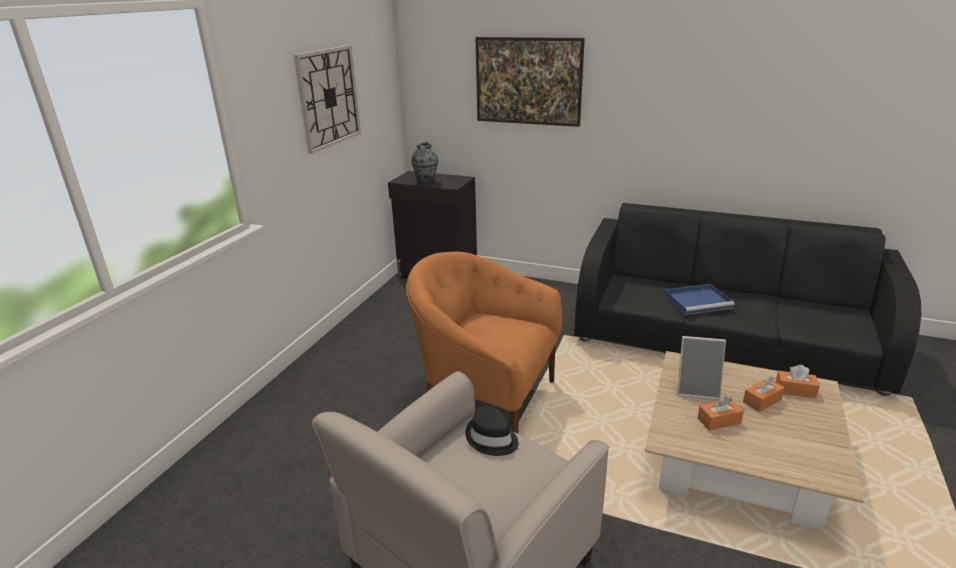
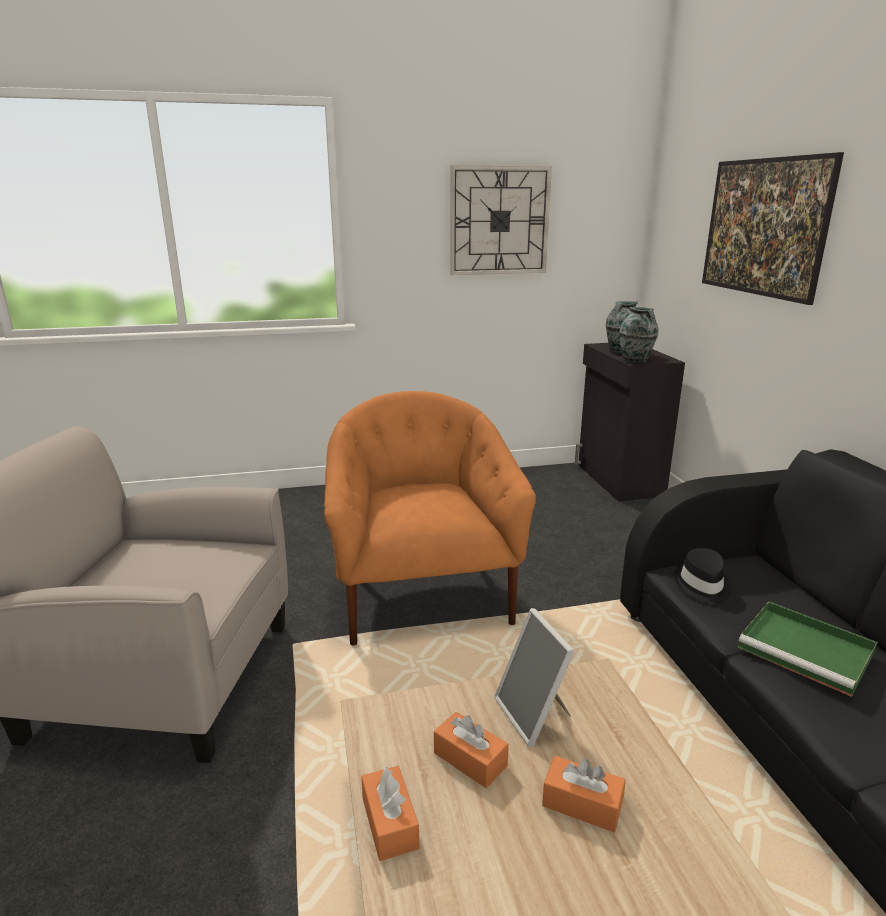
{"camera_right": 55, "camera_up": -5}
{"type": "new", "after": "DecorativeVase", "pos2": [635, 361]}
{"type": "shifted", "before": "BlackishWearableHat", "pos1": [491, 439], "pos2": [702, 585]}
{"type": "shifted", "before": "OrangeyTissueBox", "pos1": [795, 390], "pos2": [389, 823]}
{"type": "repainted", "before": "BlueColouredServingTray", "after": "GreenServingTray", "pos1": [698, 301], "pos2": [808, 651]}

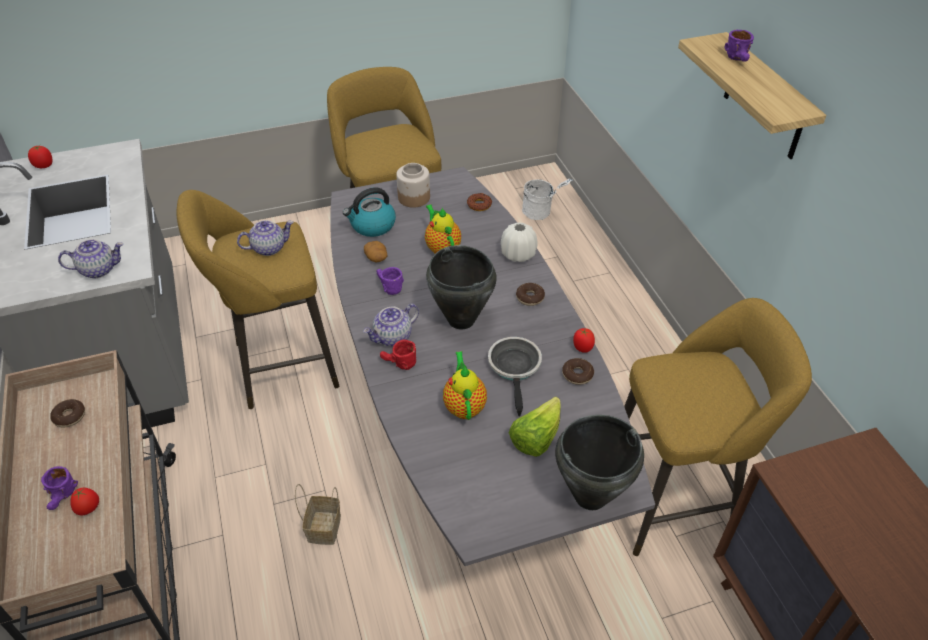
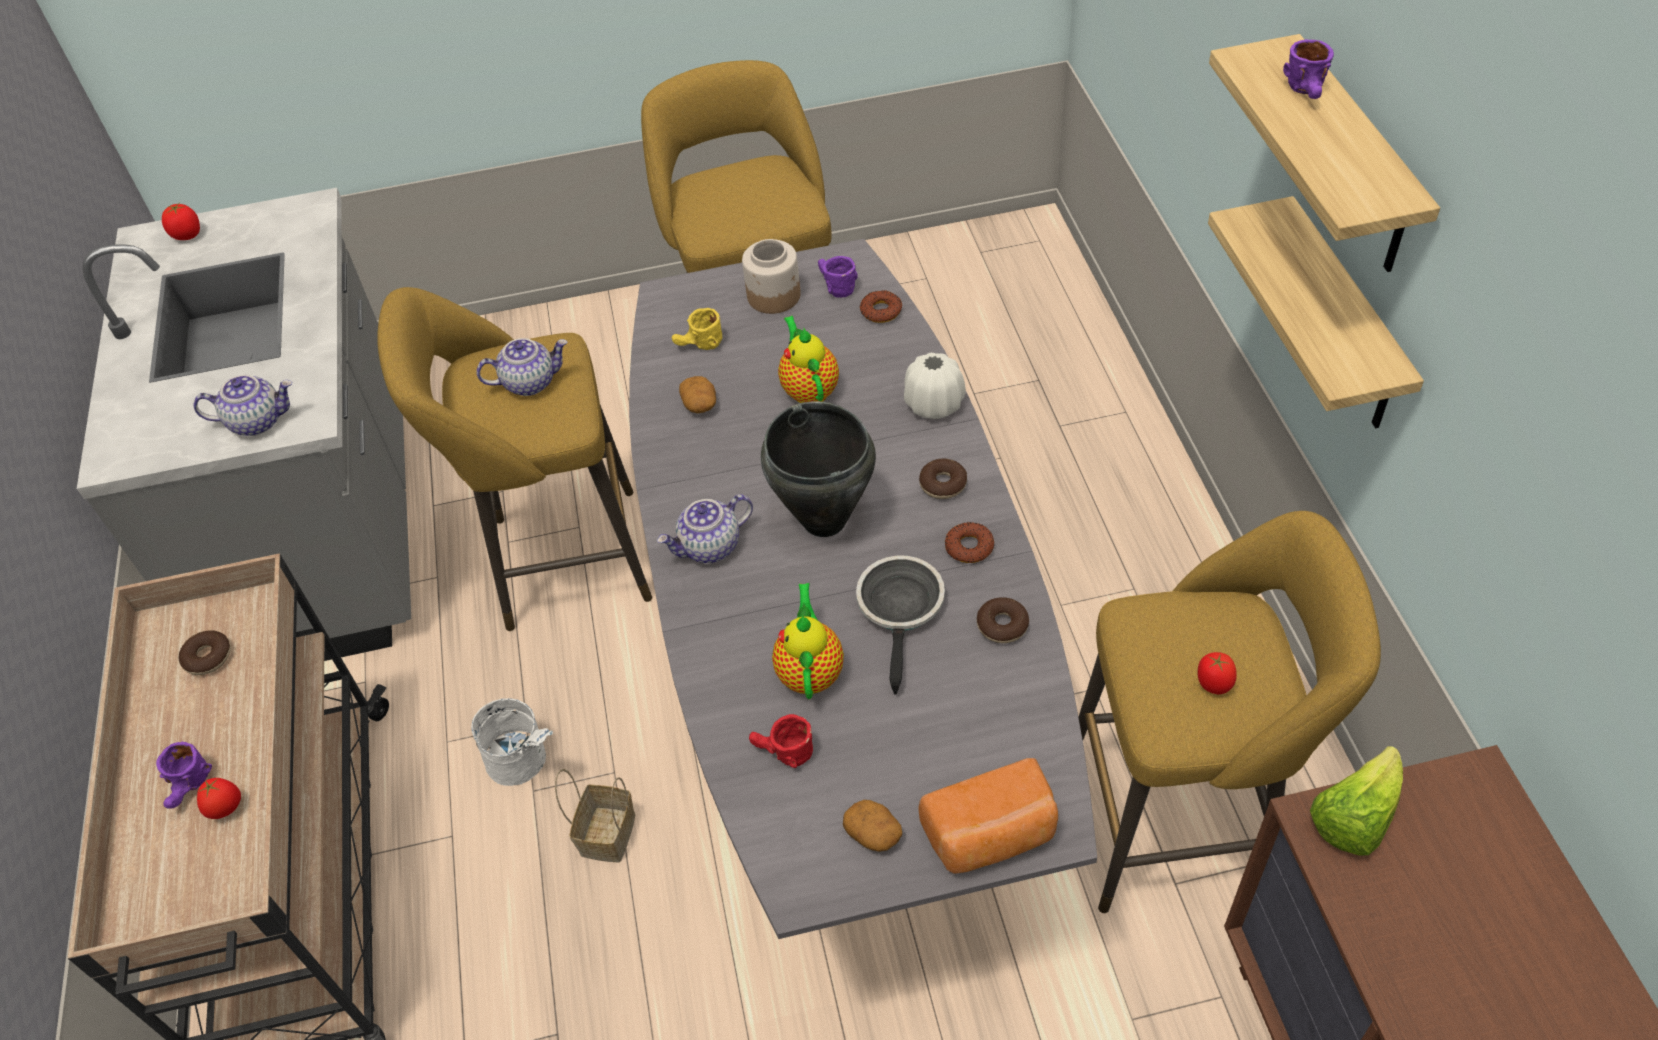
{"camera_right": 10, "camera_up": 5}
{"type": "new", "after": "Potato", "pos2": [874, 833]}
{"type": "new", "after": "Doughnut", "pos2": [969, 547]}
{"type": "new", "after": "BracketShelf", "pos2": [1343, 321]}
{"type": "shifted", "before": "PurplishTeaMug", "pos1": [387, 287], "pos2": [834, 286]}
{"type": "shifted", "before": "RedColouredTeaMug", "pos1": [398, 364], "pos2": [782, 754]}
{"type": "shifted", "before": "HeadOfLettuce", "pos1": [536, 438], "pos2": [1353, 818]}
{"type": "shifted", "before": "WhitishBucket", "pos1": [541, 213], "pos2": [525, 764]}
{"type": "shifted", "before": "FreshTomato", "pos1": [582, 348], "pos2": [1213, 684]}
{"type": "swapped", "before": "TeaKettle", "after": "YellowishTeaMug", "pos1": [372, 226], "pos2": [699, 346]}
{"type": "swapped", "before": "BlackishSaucepot", "after": "BakedBread", "pos1": [589, 496], "pos2": [991, 836]}

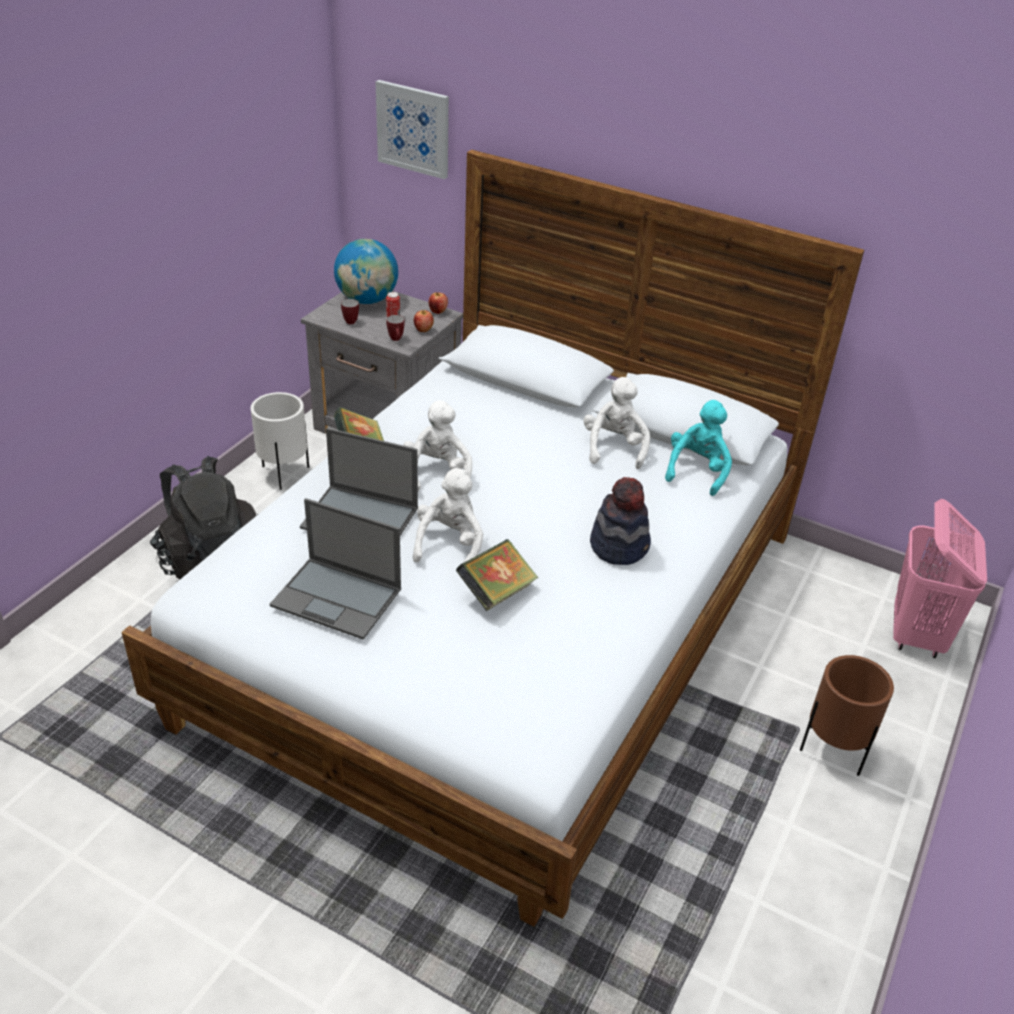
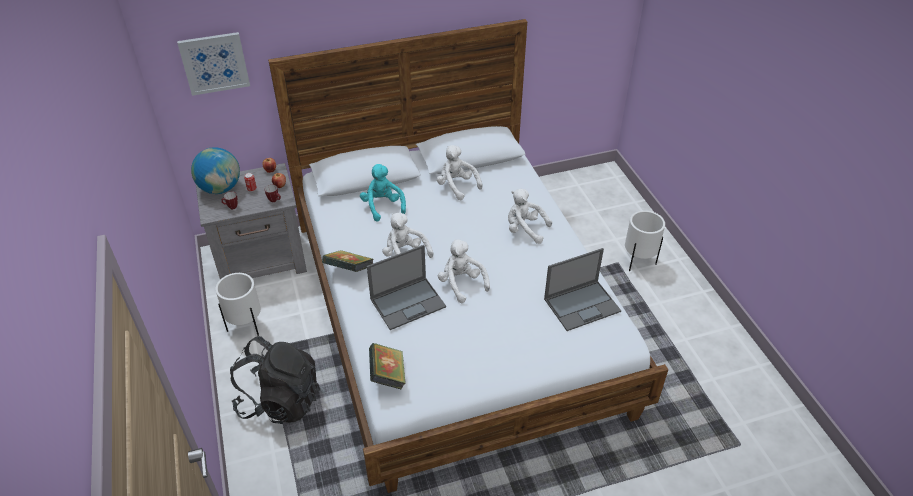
{"camera_right": -45, "camera_up": 5}
{"type": "gone", "before": "PinkColouredLaundryBasket", "pos1": [916, 635]}
{"type": "shifted", "before": "NotebookComputer", "pos1": [338, 598], "pos2": [582, 305]}
{"type": "shifted", "before": "Book", "pos1": [496, 592], "pos2": [388, 375]}
{"type": "shifted", "before": "TurquoiseSoftToy", "pos1": [697, 471], "pos2": [383, 206]}
{"type": "swapped", "before": "WearableHat", "after": "WhitishSoftToy", "pos1": [619, 545], "pos2": [524, 230]}
{"type": "repainted", "before": "BrownishFlowerPot", "after": "WhitishFlowerPot", "pos1": [833, 752], "pos2": [638, 262]}

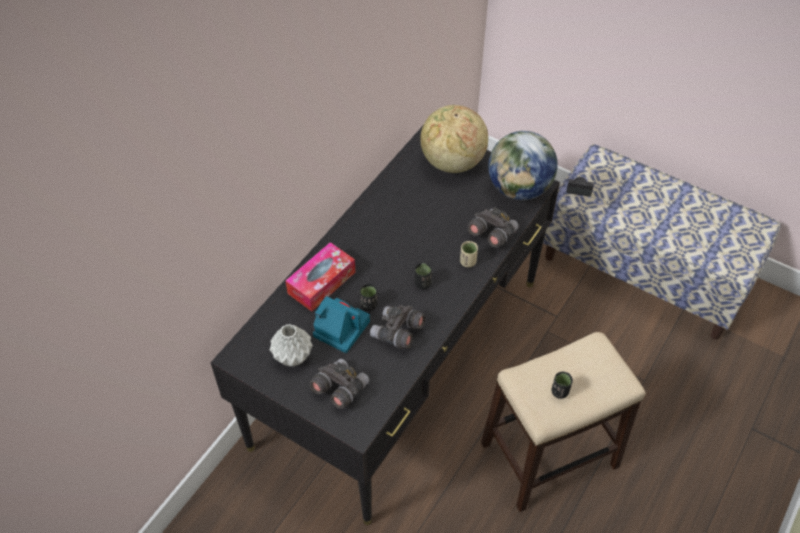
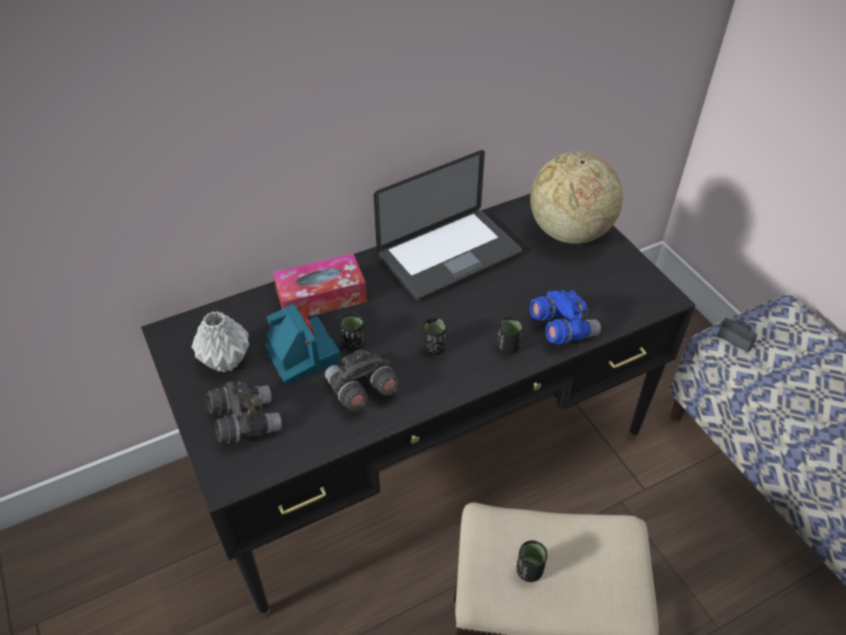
{"camera_right": 30, "camera_up": -5}
{"type": "gone", "before": "Globe", "pos1": [519, 189]}
{"type": "new", "after": "NotebookComputer", "pos2": [449, 255]}
{"type": "repainted", "before": "BeigeCup", "after": "BlackishCup", "pos1": [468, 262], "pos2": [508, 347]}
{"type": "repainted", "before": "GreyishPairOfBinoculars", "after": "BlueColouredPairOfBinoculars", "pos1": [491, 234], "pos2": [562, 328]}

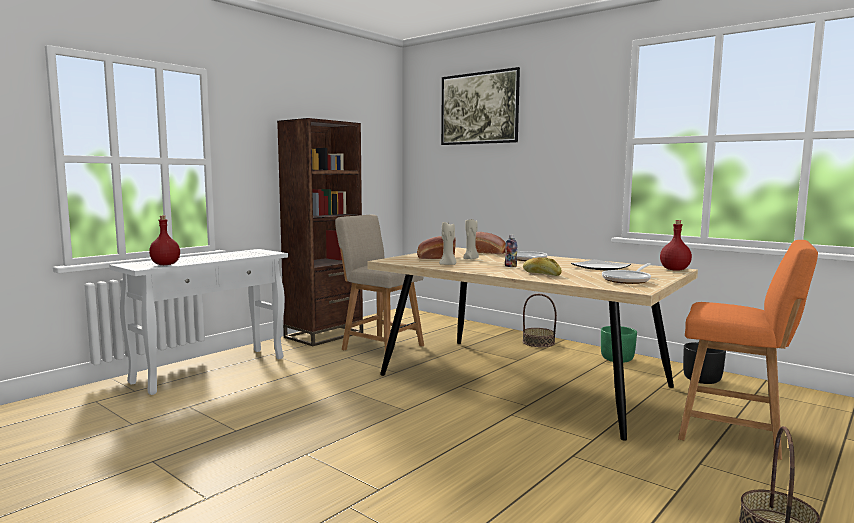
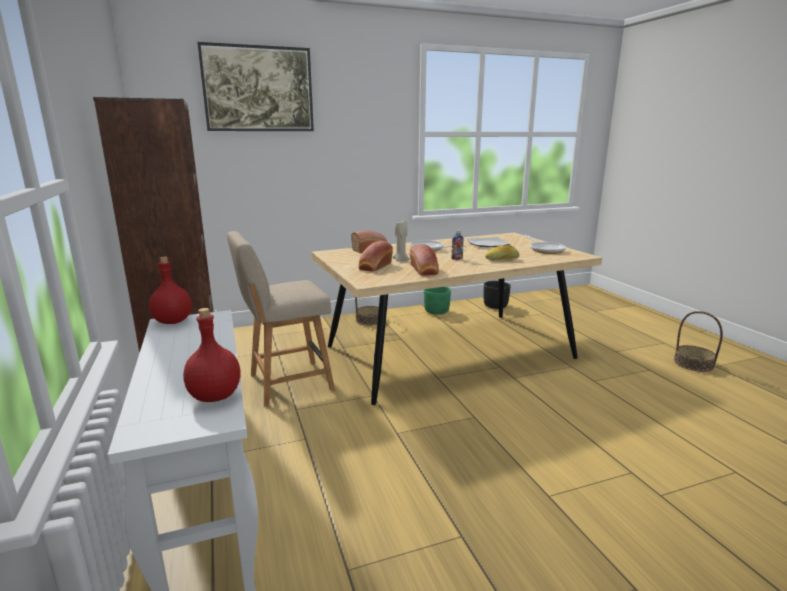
{"camera_right": -60, "camera_up": 10}
{"type": "gone", "before": "OrangeyChair", "pos1": [736, 433]}
{"type": "shifted", "before": "RedColouredDrinkBottle", "pos1": [675, 270], "pos2": [173, 321]}
{"type": "swapped", "before": "BeigeCandle", "after": "BakedBread", "pos1": [448, 264], "pos2": [424, 270]}

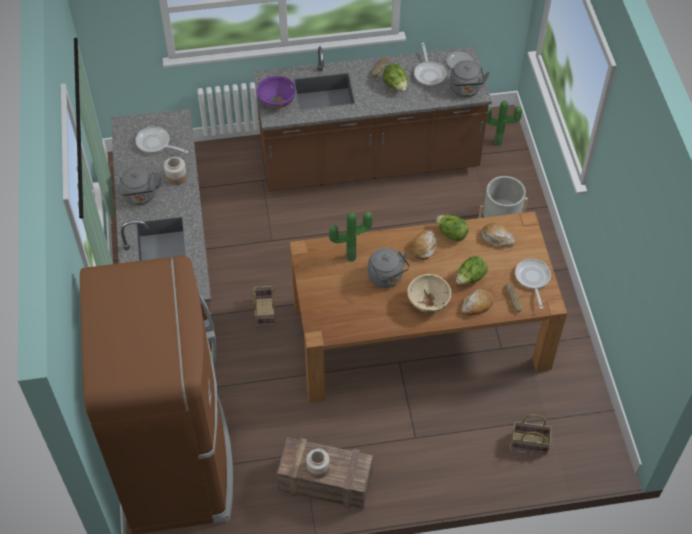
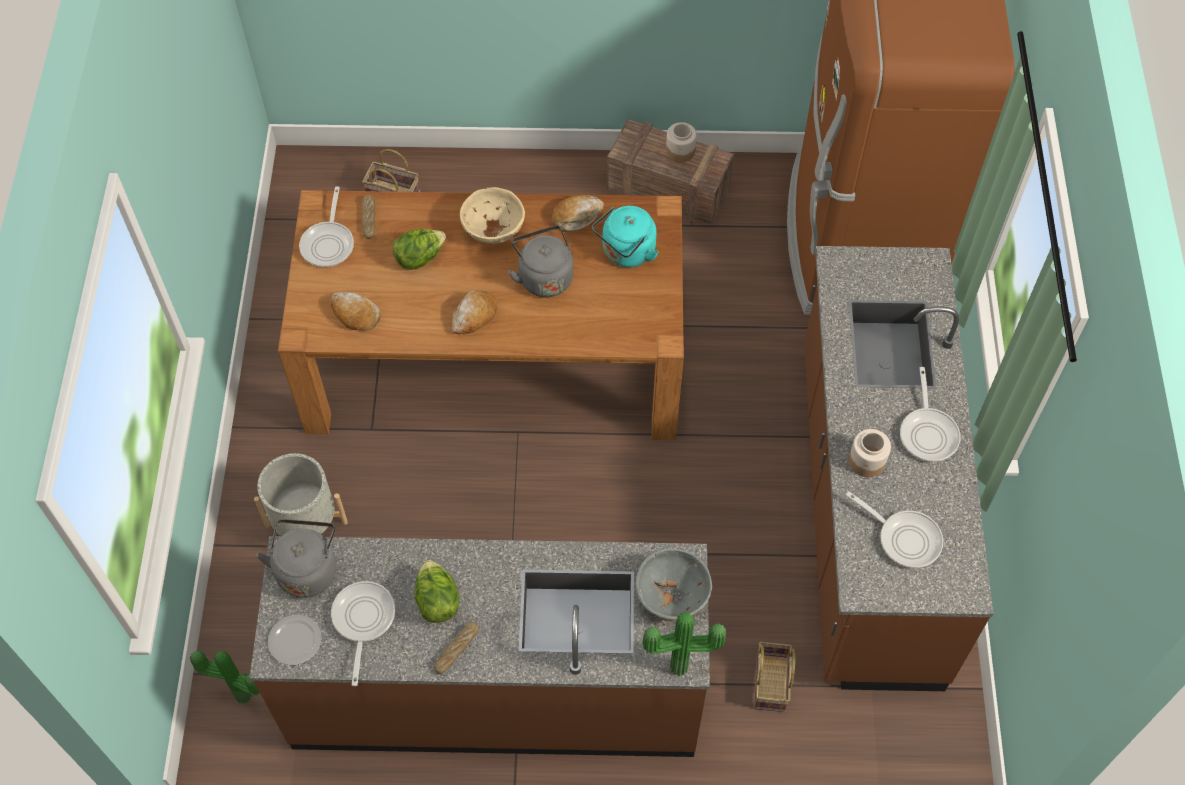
{"camera_right": -170, "camera_up": 5}
{"type": "gone", "before": "HeadOfLettuce", "pos1": [451, 234]}
{"type": "new", "after": "TurquoiseTeaKettle", "pos2": [626, 253]}
{"type": "shifted", "before": "HouseholdBasket", "pos1": [264, 311], "pos2": [772, 685]}
{"type": "shifted", "before": "Houseplant", "pos1": [350, 256], "pos2": [680, 670]}
{"type": "shifted", "before": "BakedBread", "pos1": [477, 305], "pos2": [577, 216]}
{"type": "swapped", "before": "GreyishTeaKettle", "after": "FryingPan", "pos1": [140, 196], "pos2": [928, 432]}
{"type": "repainted", "before": "PurplishServingBowl", "after": "GreyishServingBowl", "pos1": [277, 102], "pos2": [672, 597]}

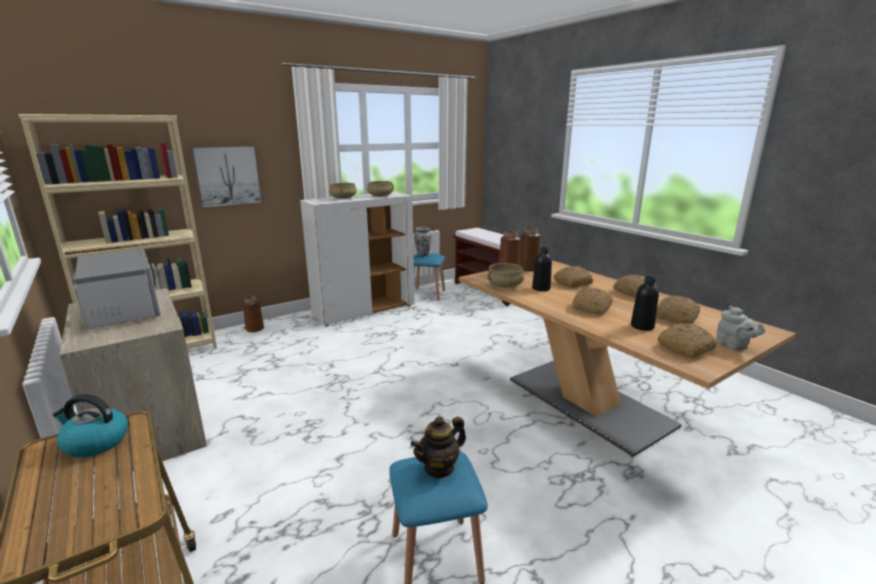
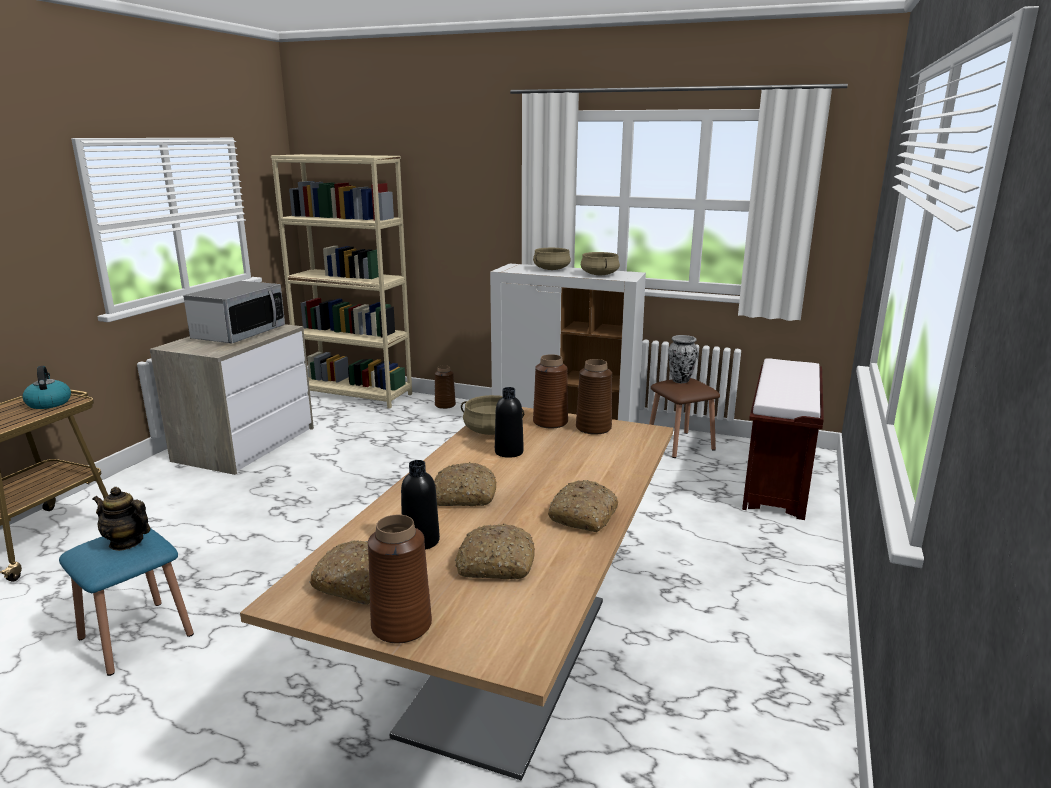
{"camera_right": 55, "camera_up": 0}
{"type": "gone", "before": "WallPicture", "pos1": [228, 176]}
{"type": "gone", "before": "BakedBread", "pos1": [573, 283]}
{"type": "swapped", "before": "GreyishTeapot", "after": "BrownishDecorativeVase", "pos1": [733, 346], "pos2": [402, 625]}
{"type": "repainted", "before": "BlueColouredStoolSeat", "after": "BrownishStoolSeat", "pos1": [427, 293], "pos2": [680, 444]}

